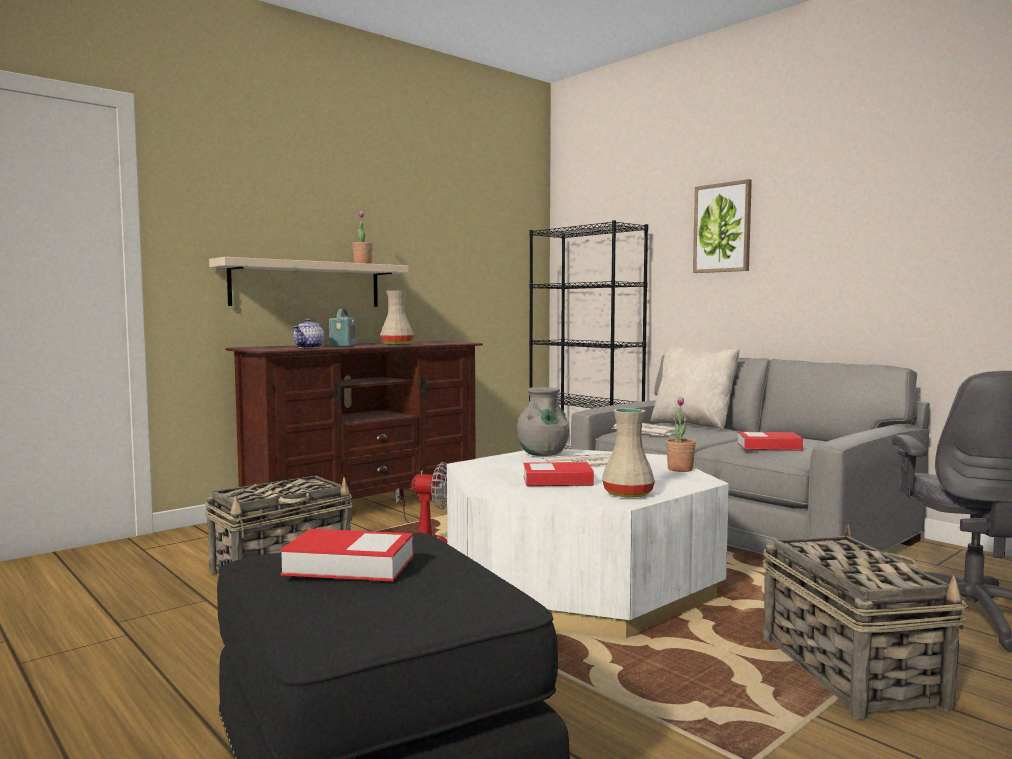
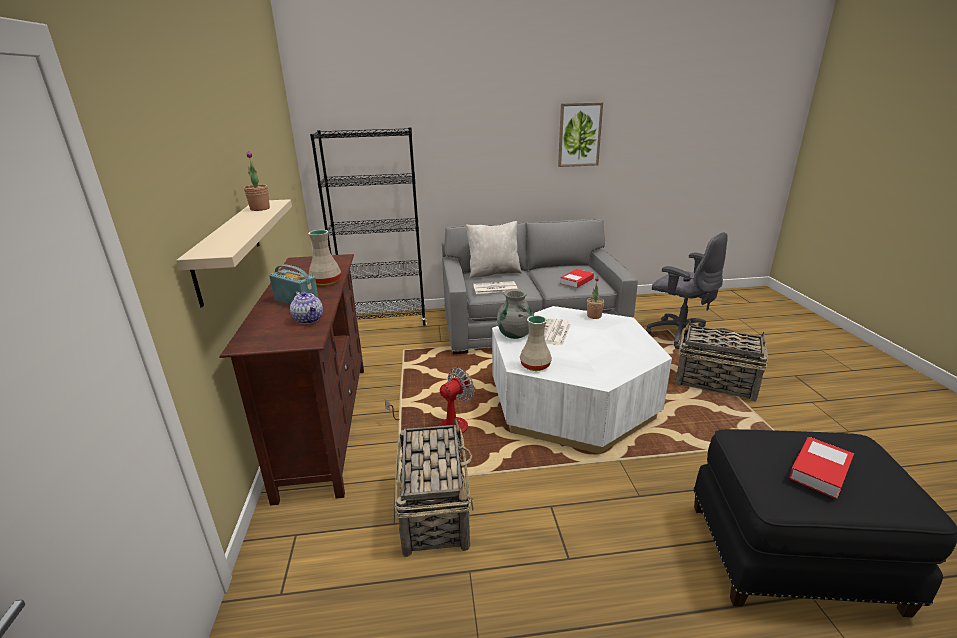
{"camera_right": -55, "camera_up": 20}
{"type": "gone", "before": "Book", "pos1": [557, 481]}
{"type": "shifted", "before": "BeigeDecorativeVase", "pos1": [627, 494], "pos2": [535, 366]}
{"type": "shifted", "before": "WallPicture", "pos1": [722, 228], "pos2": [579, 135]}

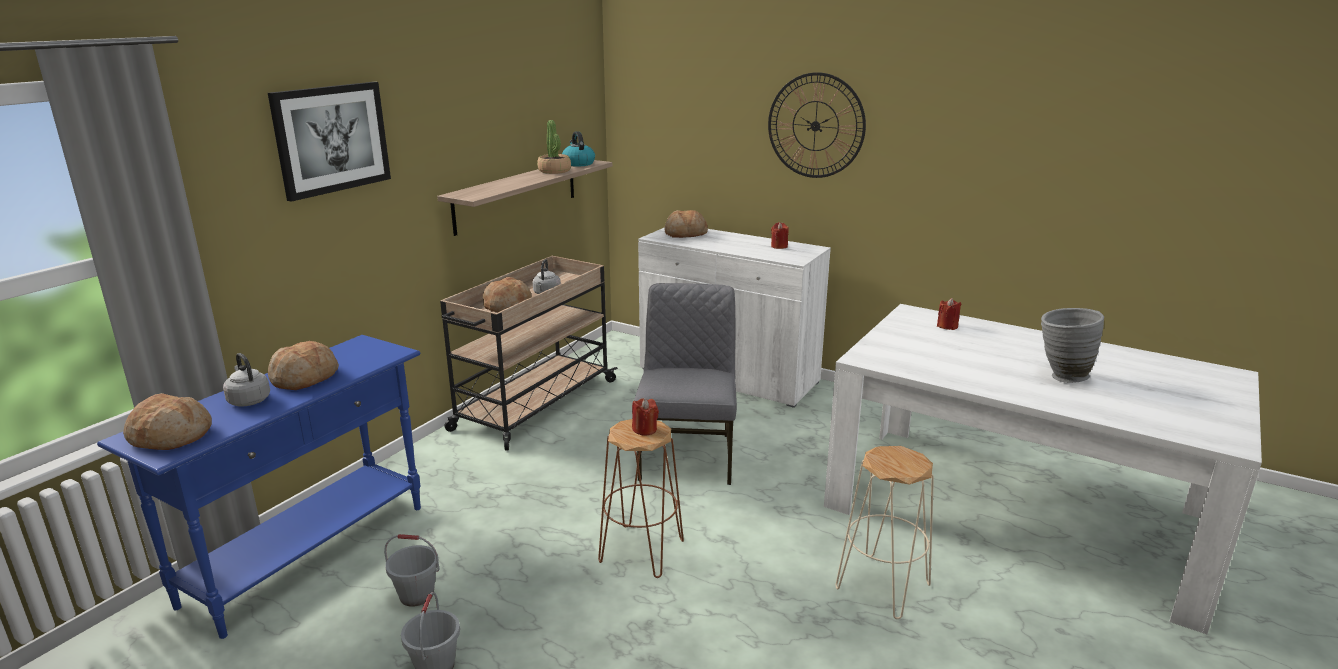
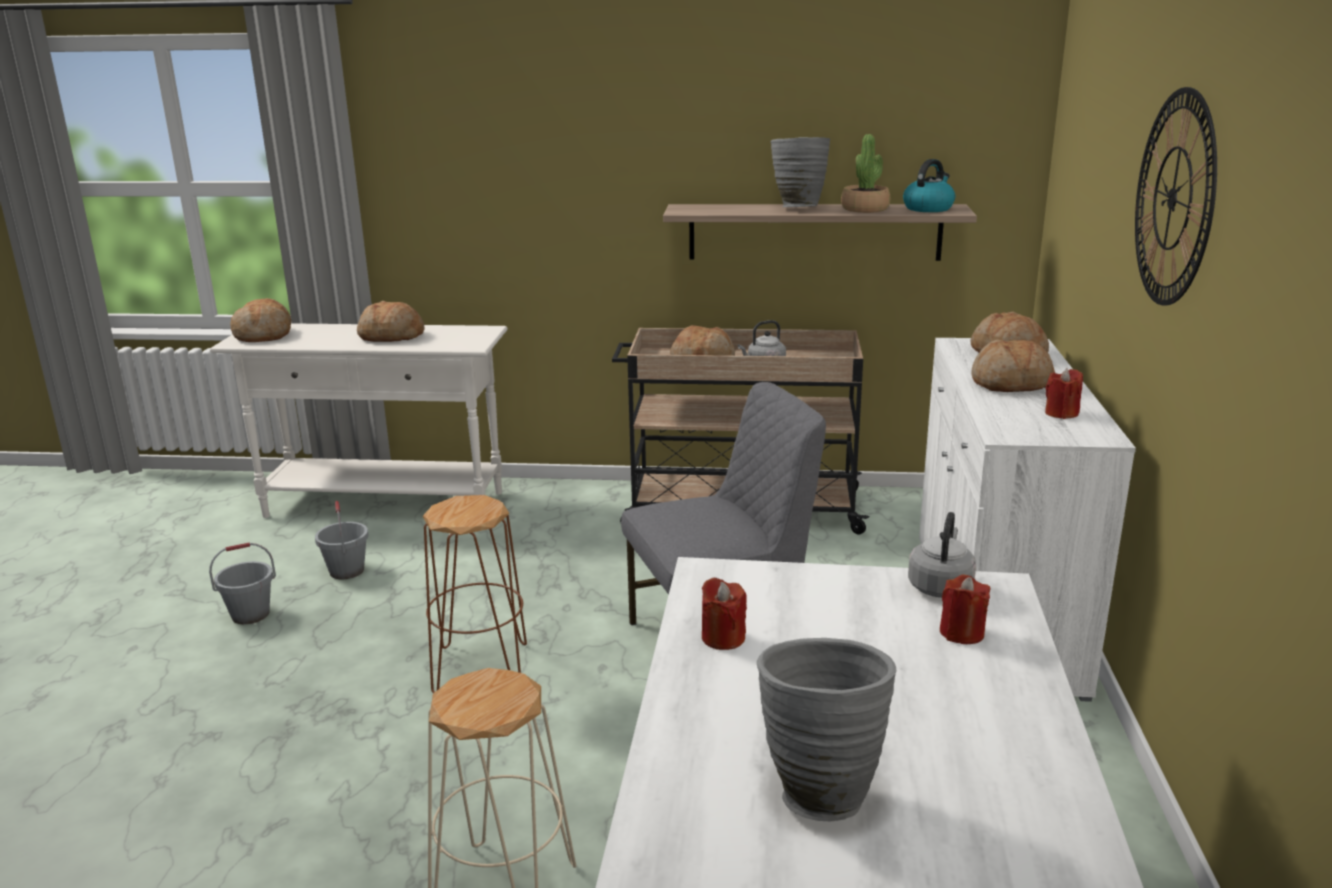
{"camera_right": 65, "camera_up": 0}
{"type": "gone", "before": "WallPicture", "pos1": [331, 139]}
{"type": "new", "after": "GreyishDecorativeVase", "pos2": [797, 208]}
{"type": "new", "after": "BakedBread", "pos2": [1011, 383]}
{"type": "shifted", "before": "GreyishTeaKettle", "pos1": [248, 400], "pos2": [940, 586]}
{"type": "shifted", "before": "RedColouredCandle", "pos1": [644, 429], "pos2": [723, 638]}
{"type": "repainted", "before": "BlueColouredConsoleTable", "after": "WhitishConsoleTable", "pos1": [309, 554], "pos2": [385, 505]}

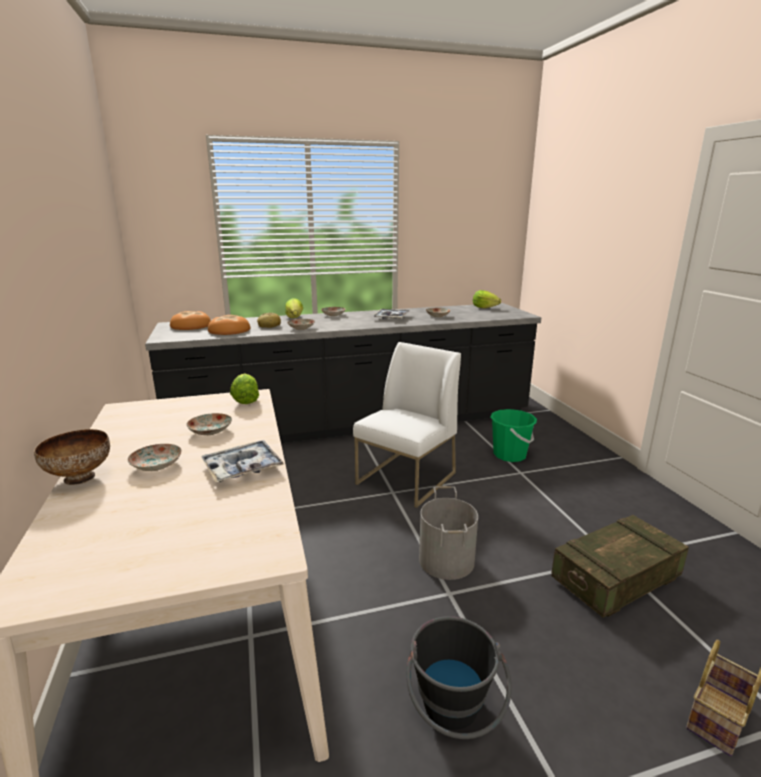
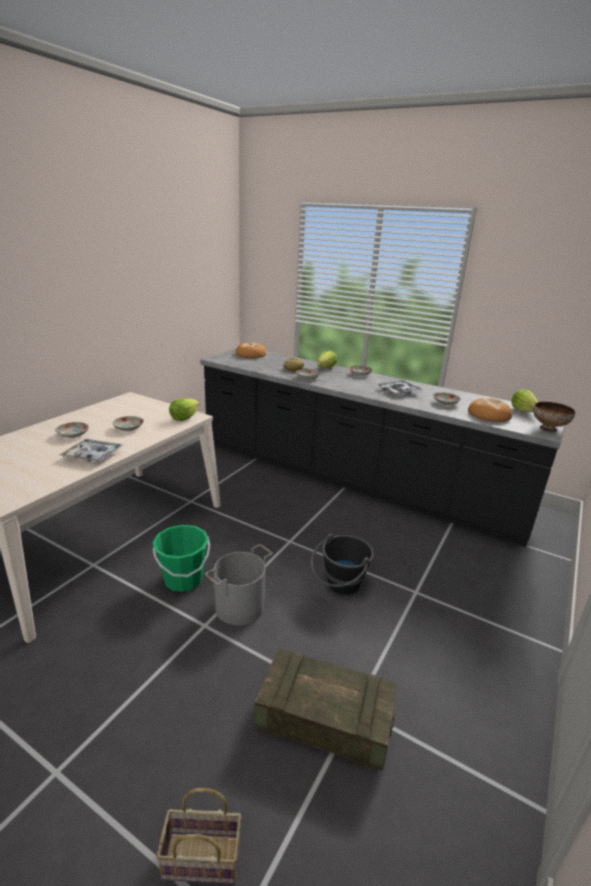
{"camera_right": 45, "camera_up": 5}
{"type": "gone", "before": "WhitishChair", "pos1": [406, 479]}
{"type": "shifted", "before": "ServingBowl", "pos1": [80, 478], "pos2": [548, 429]}
{"type": "shifted", "before": "BakedBread", "pos1": [229, 330], "pos2": [489, 414]}
{"type": "shifted", "before": "BlackishBucket", "pos1": [453, 715], "pos2": [339, 586]}
{"type": "shifted", "before": "GreenBucket", "pos1": [509, 455], "pos2": [183, 579]}

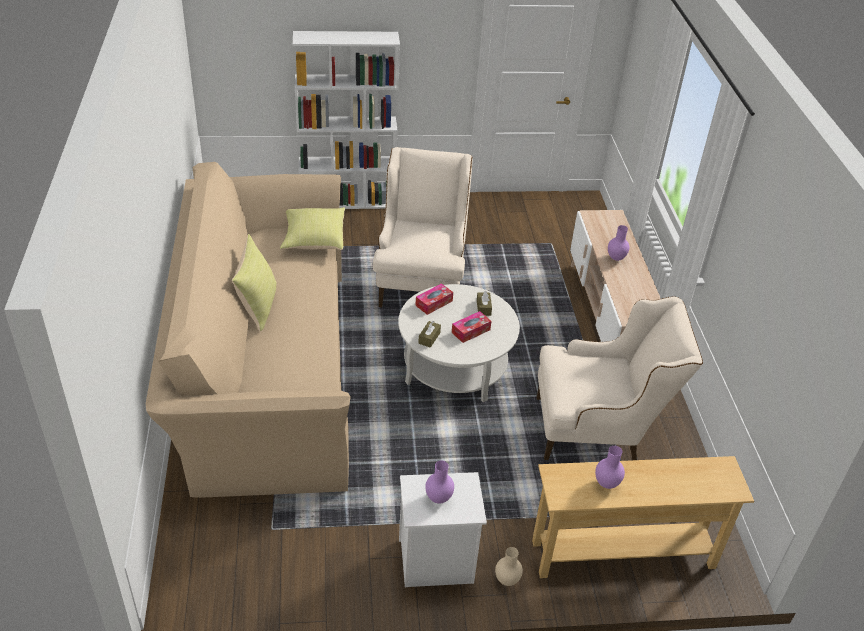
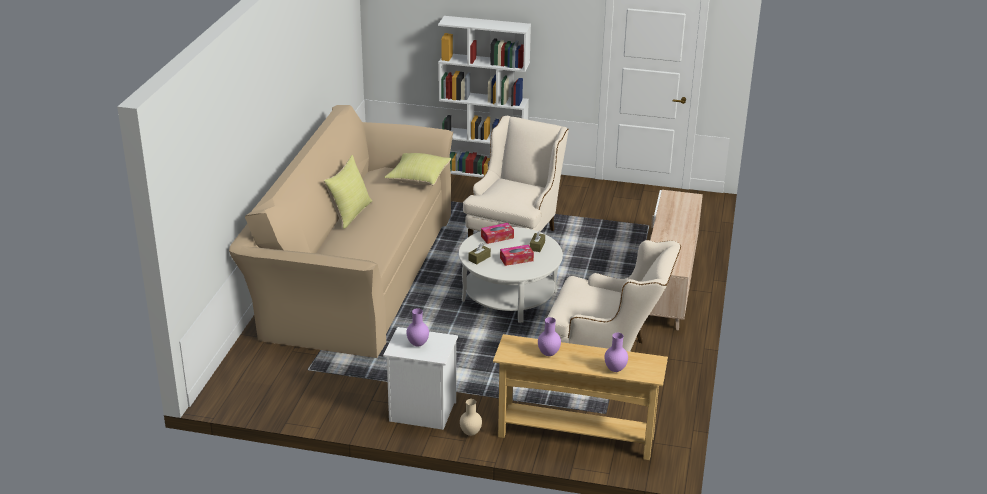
{"camera_right": 20, "camera_up": -10}
{"type": "shifted", "before": "PurplishDecorativeVase", "pos1": [616, 258], "pos2": [615, 370]}

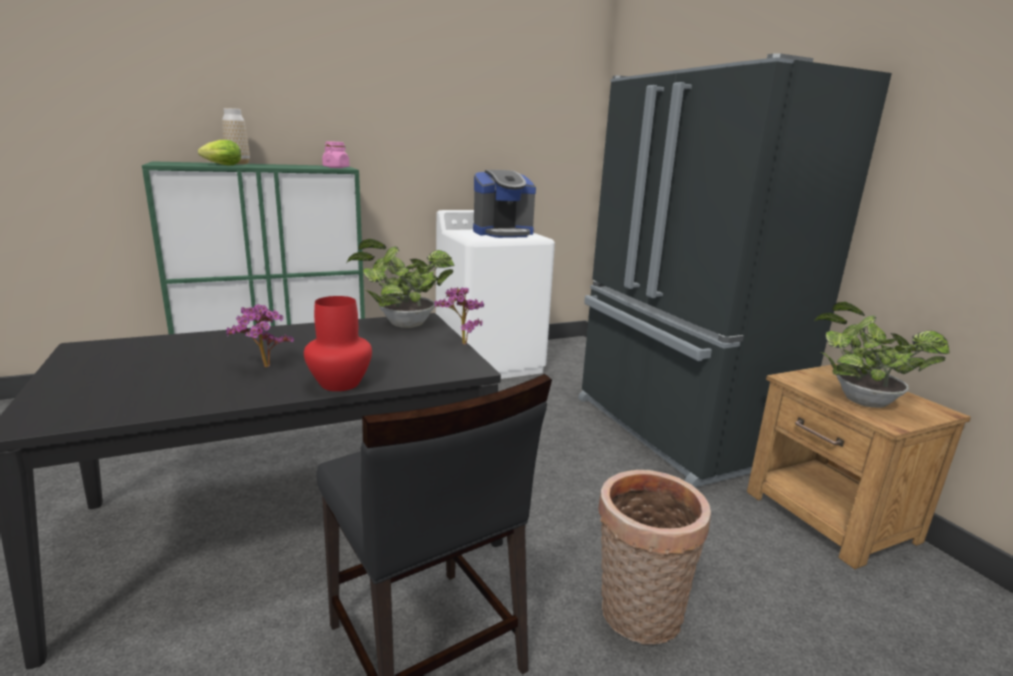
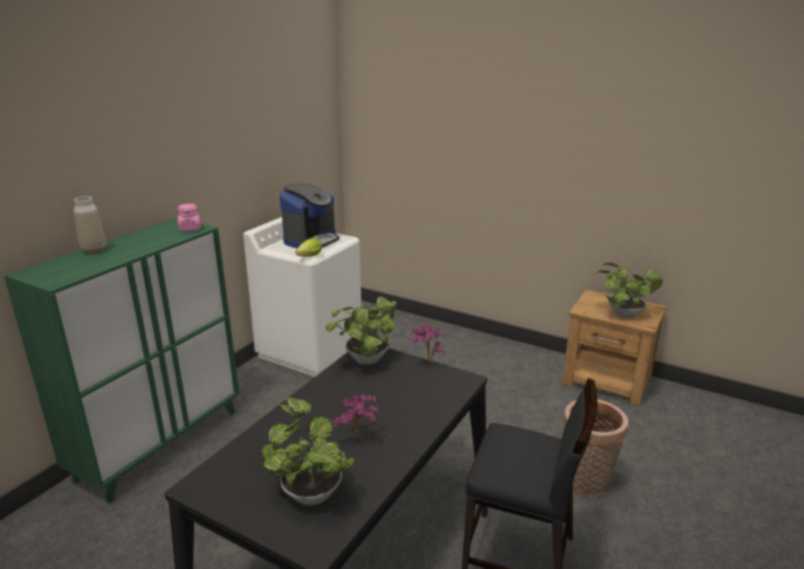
{"camera_right": -35, "camera_up": 5}
{"type": "gone", "before": "RedColouredDecorativeVase", "pos1": [339, 383]}
{"type": "gone", "before": "BlackishKitchenFridge", "pos1": [674, 429]}
{"type": "new", "after": "Houseplant", "pos2": [310, 491]}
{"type": "shifted", "before": "HeadOfLettuce", "pos1": [220, 165], "pos2": [308, 257]}

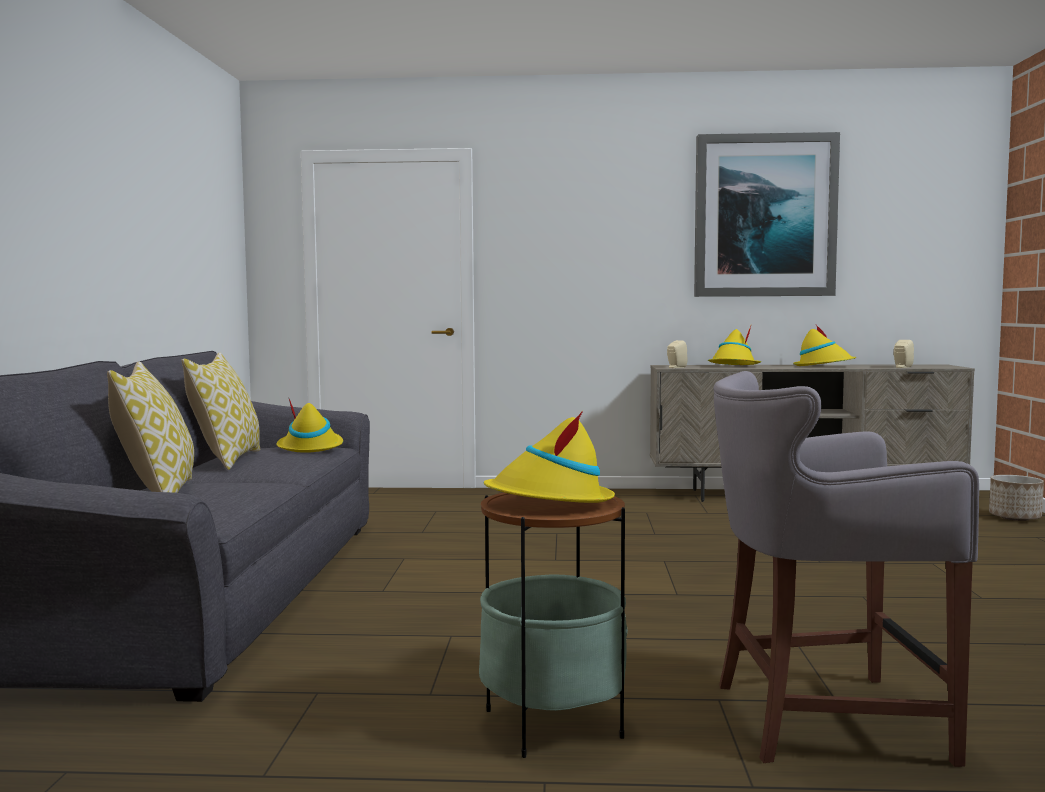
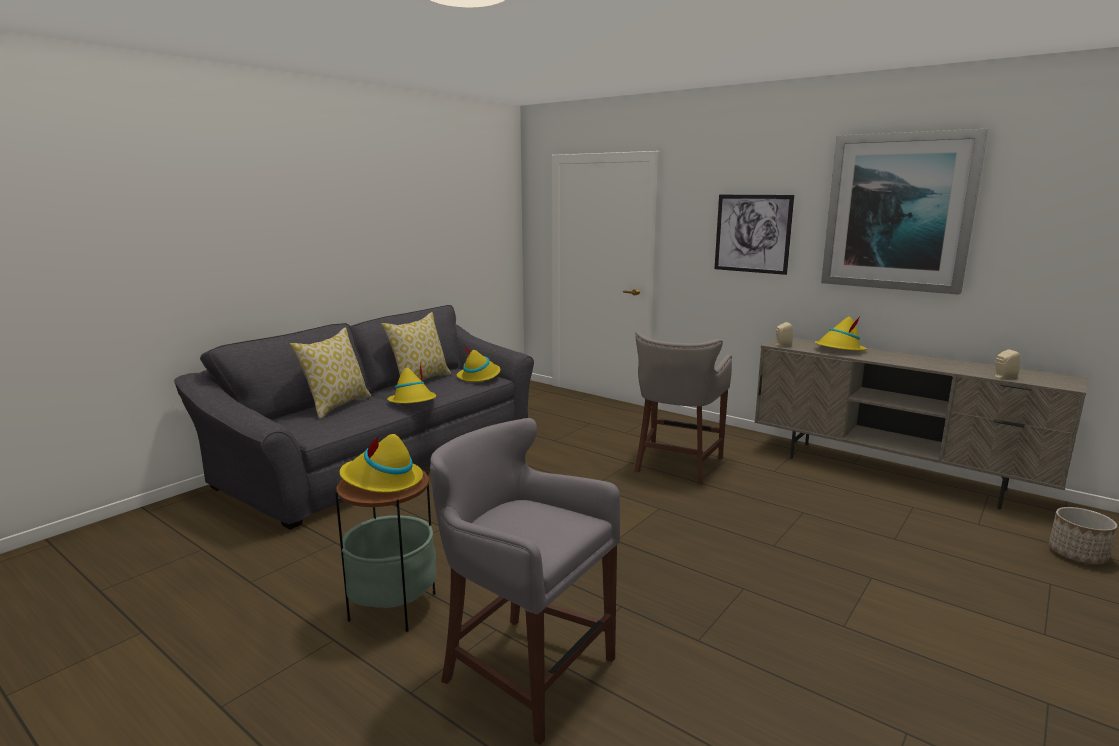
{"camera_right": 35, "camera_up": 10}
{"type": "new", "after": "GreyishStoolSeat", "pos2": [676, 465]}
{"type": "new", "after": "WallPicture", "pos2": [752, 233]}
{"type": "shifted", "before": "YellowishWearableHat", "pos1": [823, 366], "pos2": [413, 402]}

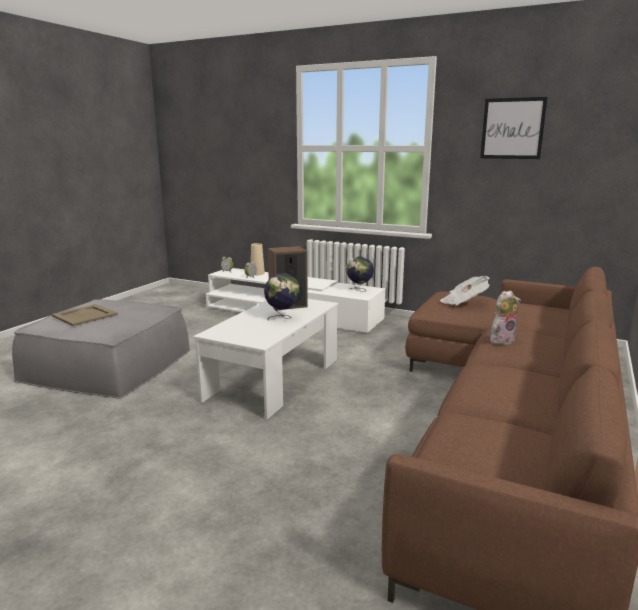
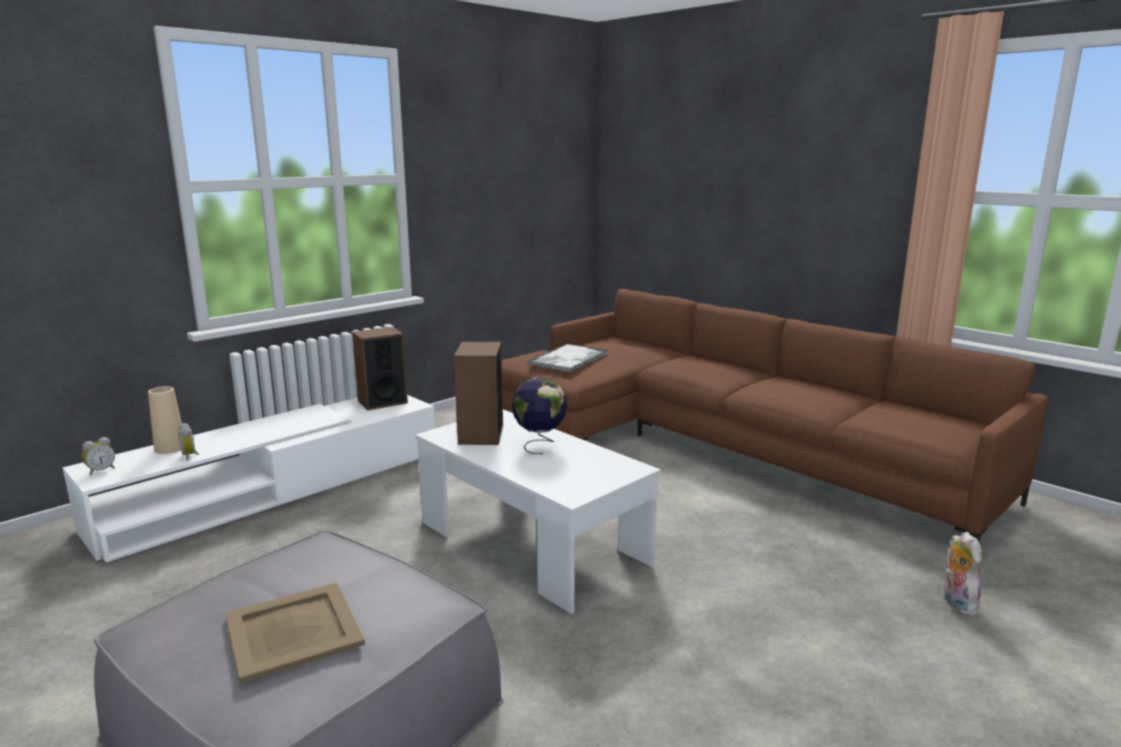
{"camera_right": -70, "camera_up": 0}
{"type": "gone", "before": "WallPicture", "pos1": [512, 128]}
{"type": "shifted", "before": "SoftToy", "pos1": [501, 340], "pos2": [956, 603]}
{"type": "swapped", "before": "Globe", "after": "AudioSpeaker", "pos1": [359, 290], "pos2": [382, 402]}
{"type": "swapped", "before": "PrintedPaper", "after": "ServingTray", "pos1": [463, 302], "pos2": [568, 359]}

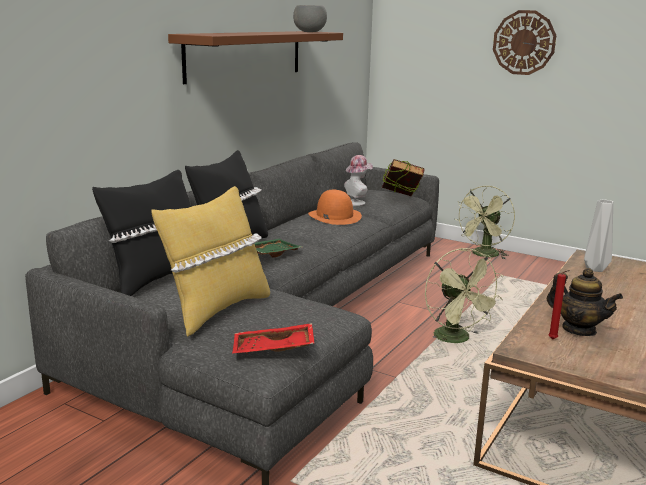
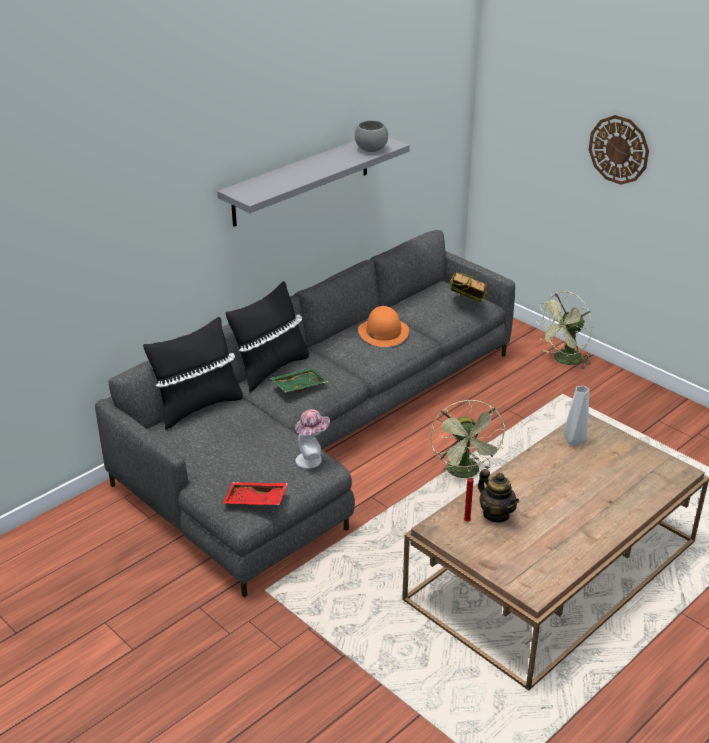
{"camera_right": 15, "camera_up": 15}
{"type": "gone", "before": "YellowishThrowPillow", "pos1": [216, 310]}
{"type": "shifted", "before": "WearableHat", "pos1": [357, 202], "pos2": [312, 459]}
{"type": "repainted", "before": "BrownishBracketShelf", "after": "GreyishBracketShelf", "pos1": [245, 55], "pos2": [302, 179]}

